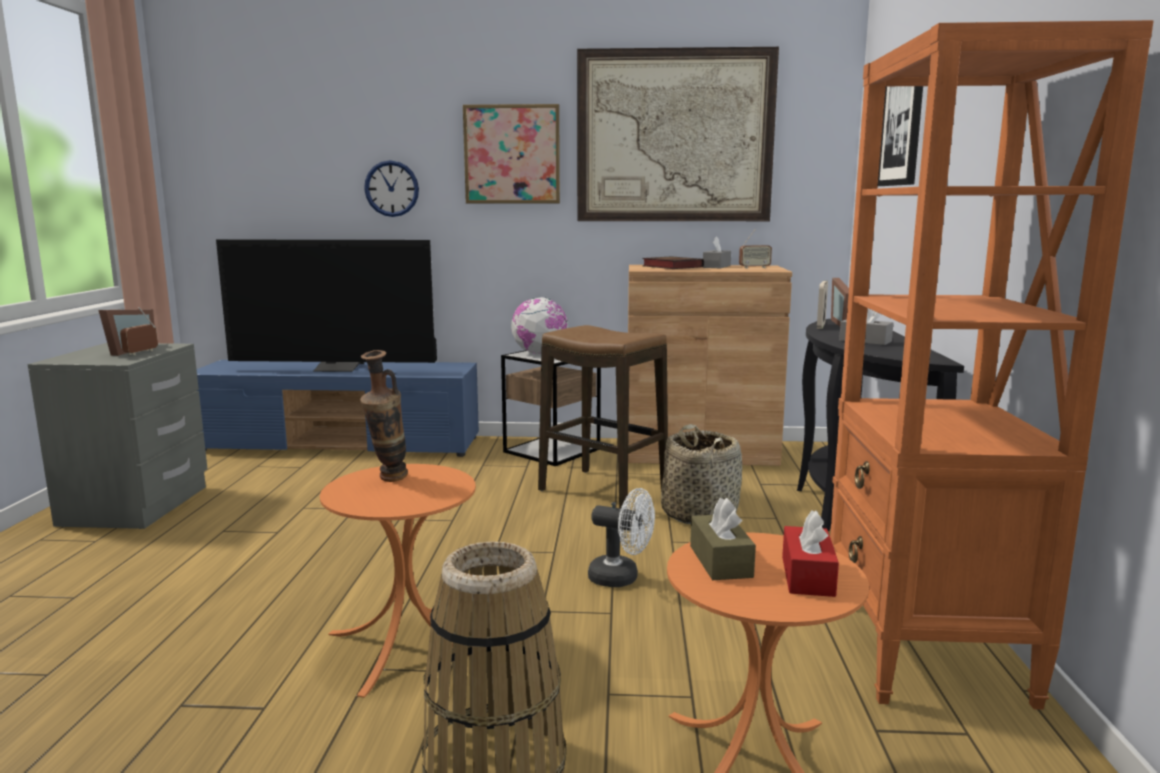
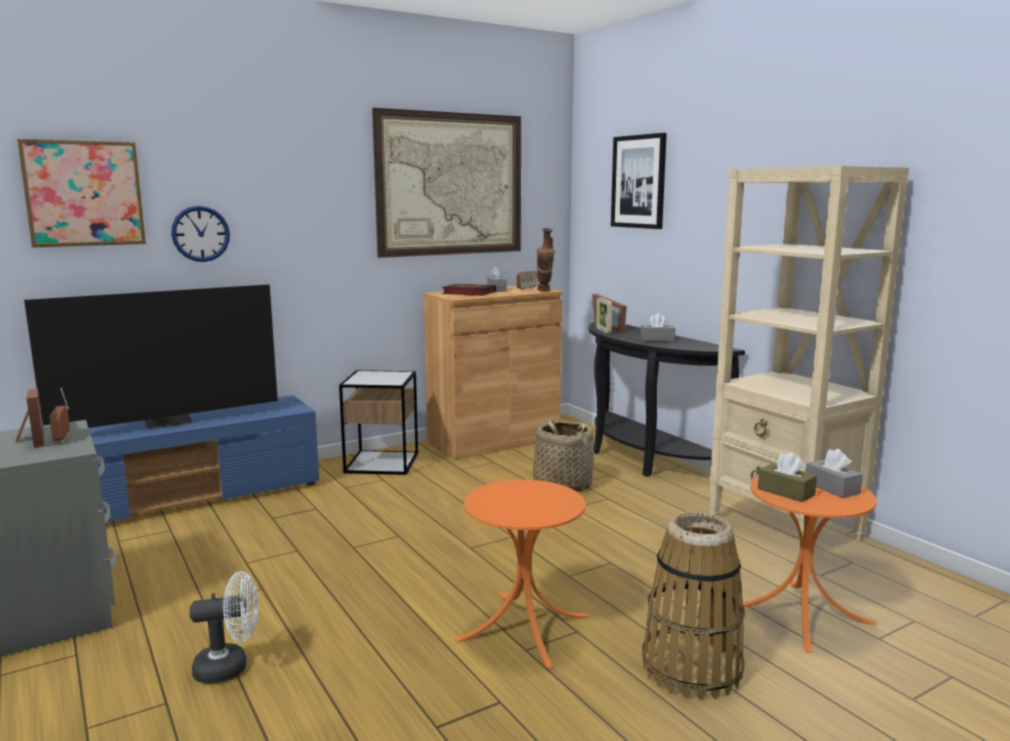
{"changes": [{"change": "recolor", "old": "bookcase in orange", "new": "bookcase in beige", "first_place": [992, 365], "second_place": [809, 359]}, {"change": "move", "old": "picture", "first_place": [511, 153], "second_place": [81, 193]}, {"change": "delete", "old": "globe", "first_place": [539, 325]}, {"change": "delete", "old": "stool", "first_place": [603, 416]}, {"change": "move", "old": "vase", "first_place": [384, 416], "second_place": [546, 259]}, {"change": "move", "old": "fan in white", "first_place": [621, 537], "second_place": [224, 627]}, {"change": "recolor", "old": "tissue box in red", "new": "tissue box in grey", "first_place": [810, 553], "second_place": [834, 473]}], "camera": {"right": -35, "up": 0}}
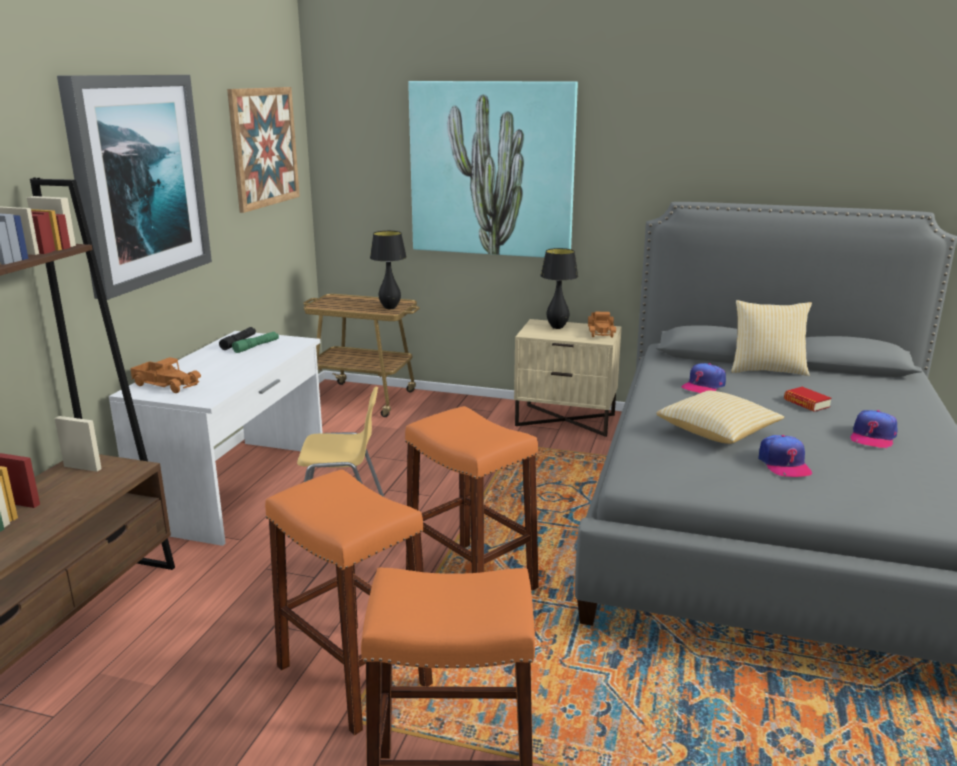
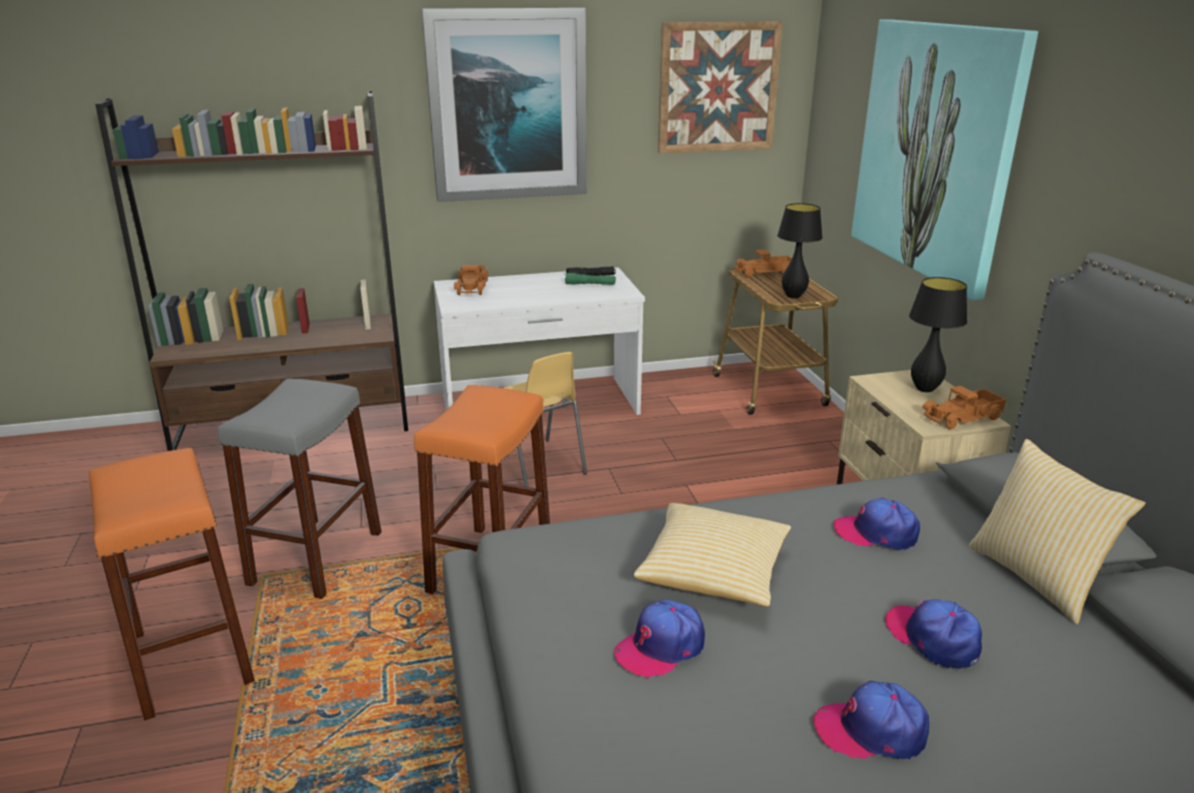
{"changes": [{"change": "replace", "old": "book", "new": "cap", "first_place": [808, 399], "second_place": [933, 634]}, {"change": "recolor", "old": "stool in orange", "new": "stool in grey", "first_place": [349, 602], "second_place": [299, 489]}, {"change": "insert", "new": "toy truck", "second_place": [763, 263]}], "camera": {"right": 60, "up": 5}}
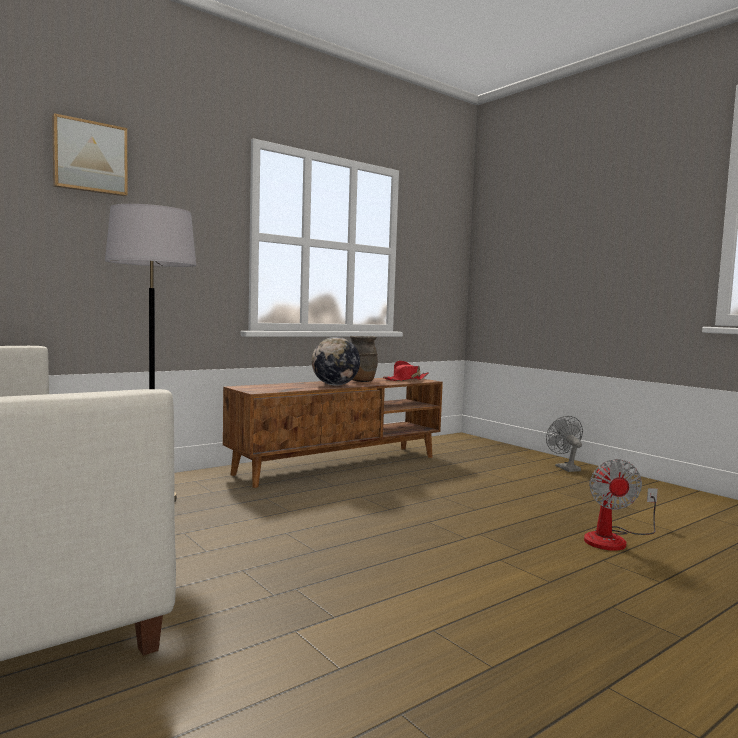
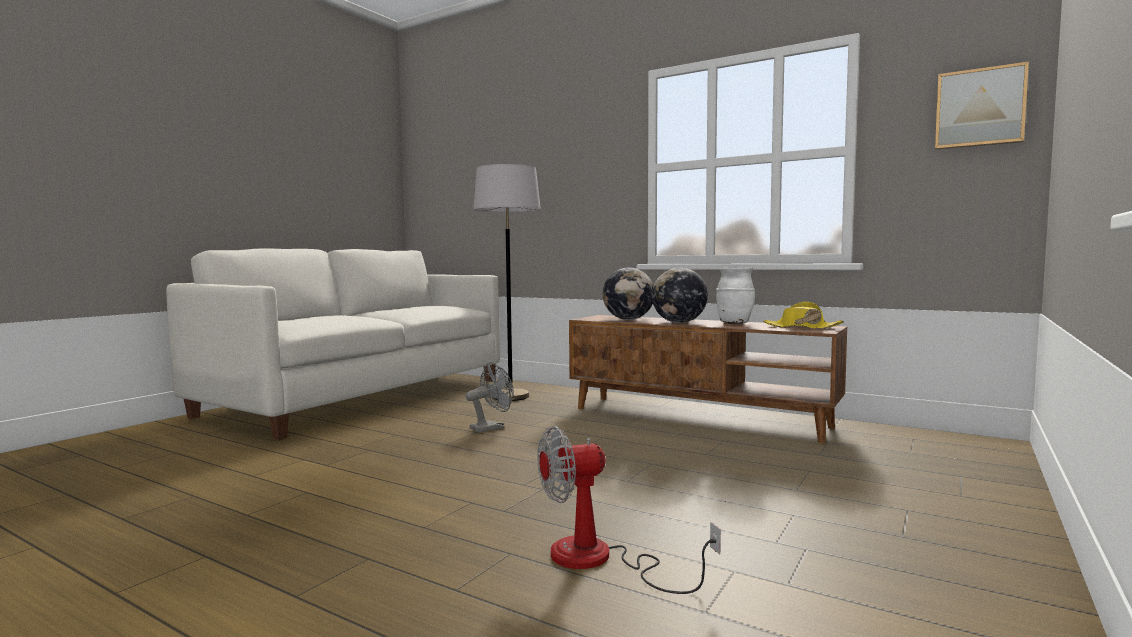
{"changes": [{"change": "move", "old": "picture", "first_place": [90, 154], "second_place": [982, 106]}, {"change": "recolor", "old": "vase in brown", "new": "vase in white", "first_place": [364, 359], "second_place": [735, 295]}, {"change": "recolor", "old": "hat in red", "new": "hat in yellow", "first_place": [406, 371], "second_place": [803, 315]}, {"change": "move", "old": "fan in grey", "first_place": [564, 444], "second_place": [489, 397]}, {"change": "insert", "new": "globe", "second_place": [628, 294]}], "camera": {"right": 70, "up": 0}}
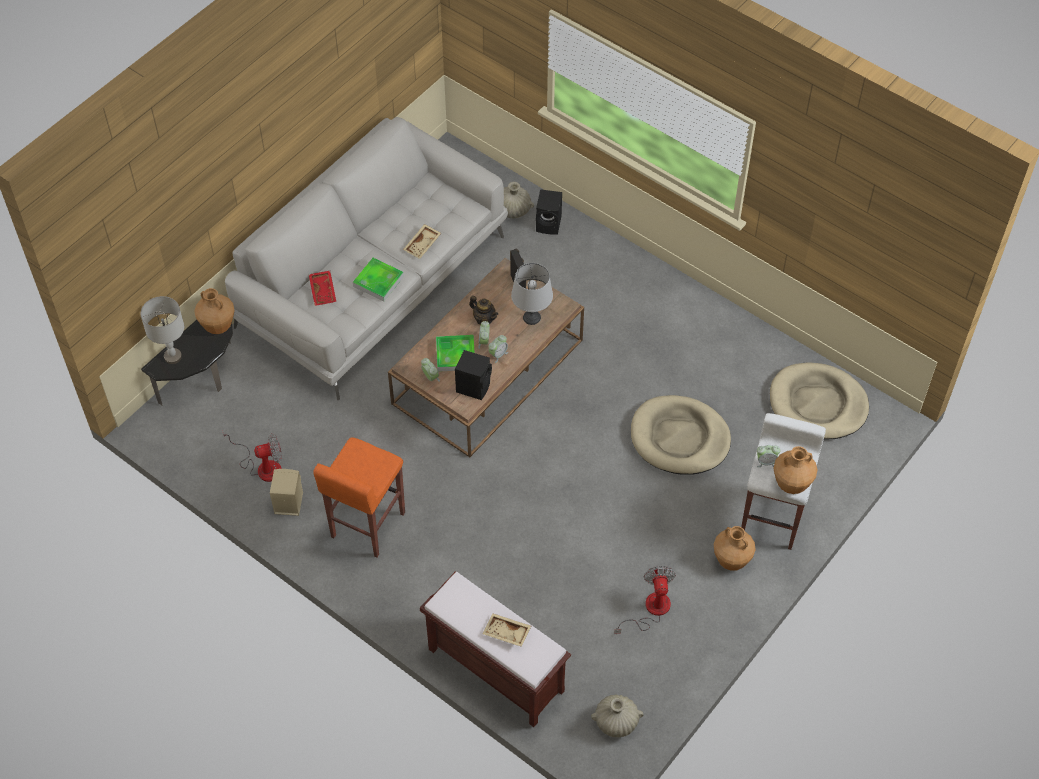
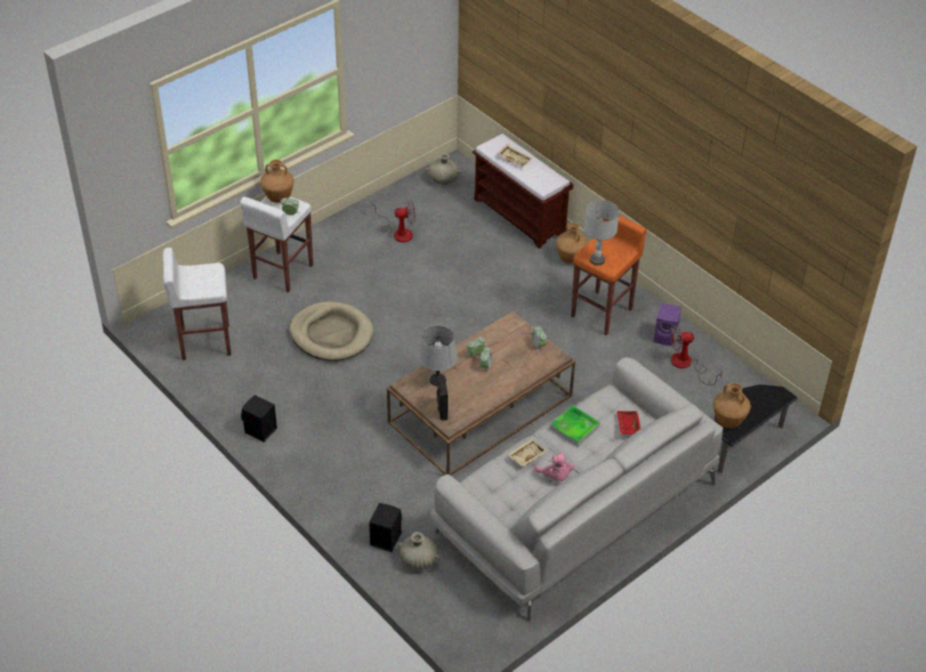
{"changes": [{"change": "move", "old": "table lamp in grey", "first_place": [162, 330], "second_place": [601, 232]}, {"change": "delete", "old": "teapot", "first_place": [483, 310]}, {"change": "delete", "old": "tray", "first_place": [455, 353]}, {"change": "move", "old": "speaker in black", "first_place": [473, 375], "second_place": [259, 418]}, {"change": "replace", "old": "dog bed in beige", "new": "stool in white", "first_place": [819, 401], "second_place": [197, 303]}, {"change": "recolor", "old": "speaker in beige", "new": "speaker in purple", "first_place": [286, 492], "second_place": [667, 324]}, {"change": "move", "old": "vase in brown", "first_place": [735, 548], "second_place": [572, 243]}, {"change": "rotate", "old": "fan", "first_place": [645, 600], "second_place": [393, 221], "degrees": -105}, {"change": "insert", "new": "plush toy in pink", "second_place": [554, 466]}], "camera": {"right": -170, "up": -10}}
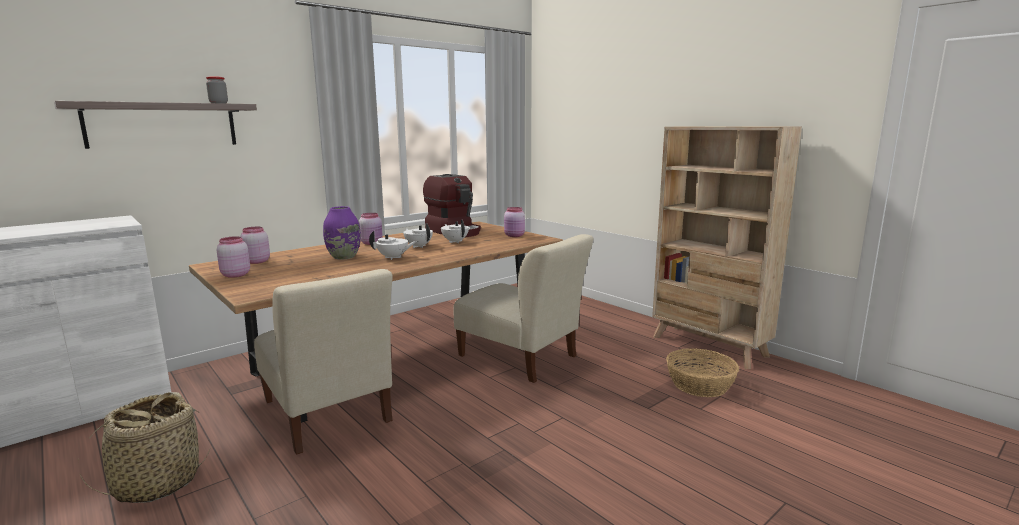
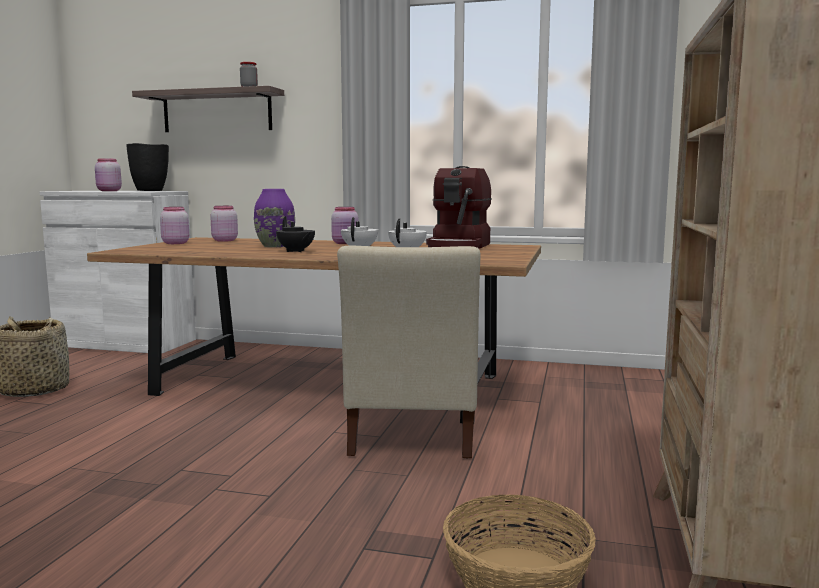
{"changes": [{"change": "move", "old": "jar in pink", "first_place": [514, 222], "second_place": [108, 174]}, {"change": "recolor", "old": "teapot in white", "new": "teapot in black", "first_place": [393, 245], "second_place": [295, 234]}, {"change": "delete", "old": "chair in beige", "first_place": [323, 362]}, {"change": "insert", "new": "vase in black", "second_place": [148, 167]}], "camera": {"right": 55, "up": -5}}
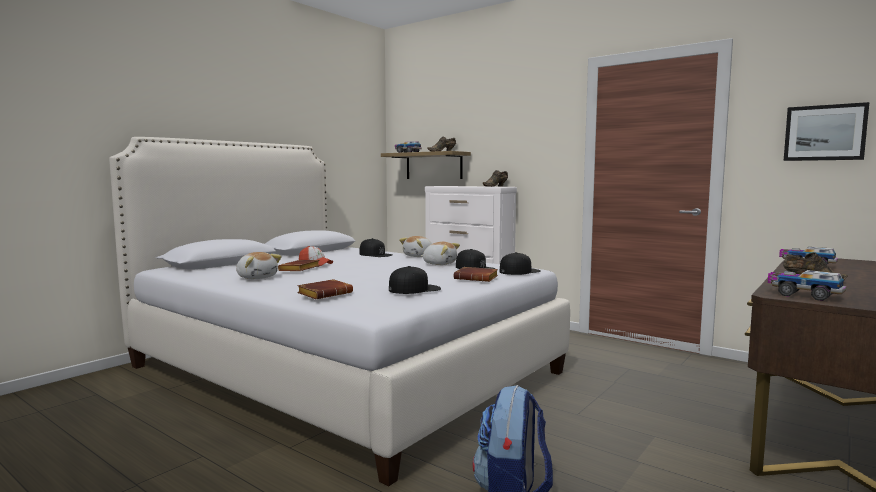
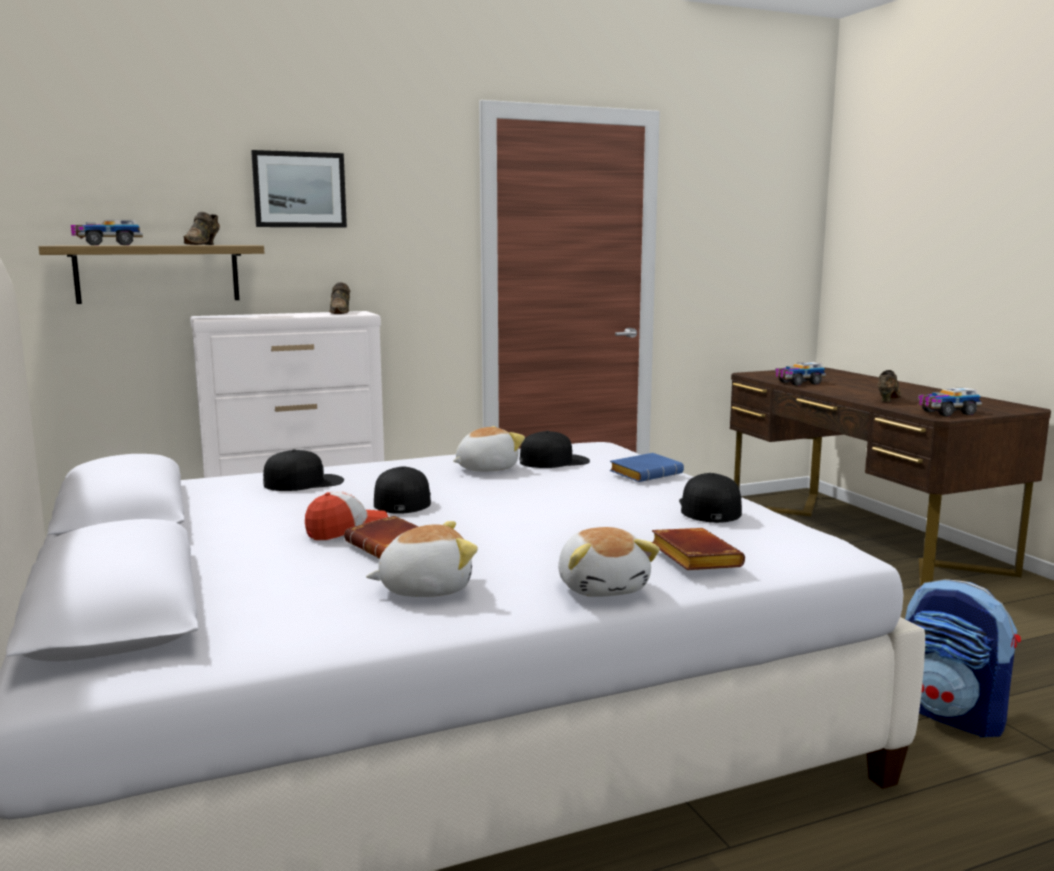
{"changes": [{"change": "move", "old": "picture", "first_place": [826, 131], "second_place": [299, 189]}, {"change": "move", "old": "plush toy", "first_place": [415, 246], "second_place": [609, 562]}, {"change": "move", "old": "cap in black", "first_place": [520, 263], "second_place": [402, 490]}, {"change": "recolor", "old": "book in brown", "new": "book in blue", "first_place": [476, 274], "second_place": [646, 467]}], "camera": {"right": -60, "up": 5}}
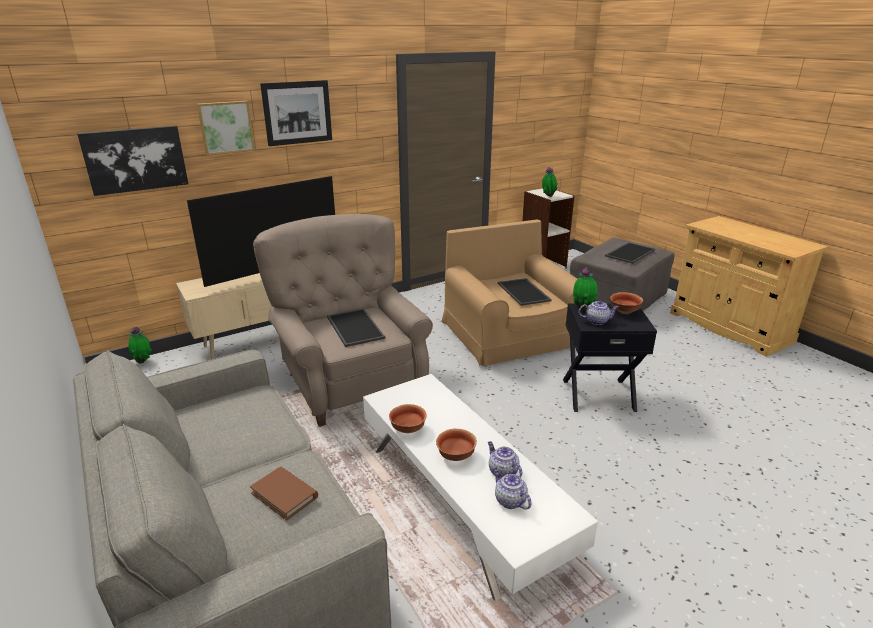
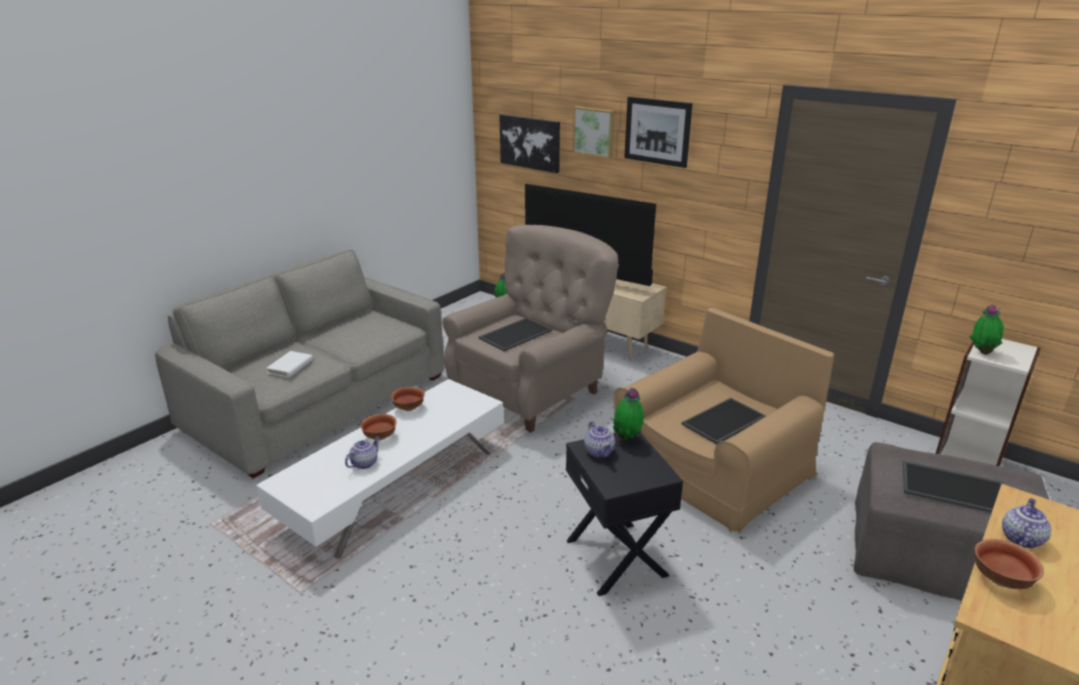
{"changes": [{"change": "move", "old": "bowl", "first_place": [626, 303], "second_place": [1009, 564]}, {"change": "recolor", "old": "book in brown", "new": "book in white", "first_place": [284, 493], "second_place": [289, 364]}, {"change": "move", "old": "teapot", "first_place": [512, 489], "second_place": [1026, 523]}], "camera": {"right": 70, "up": 0}}
